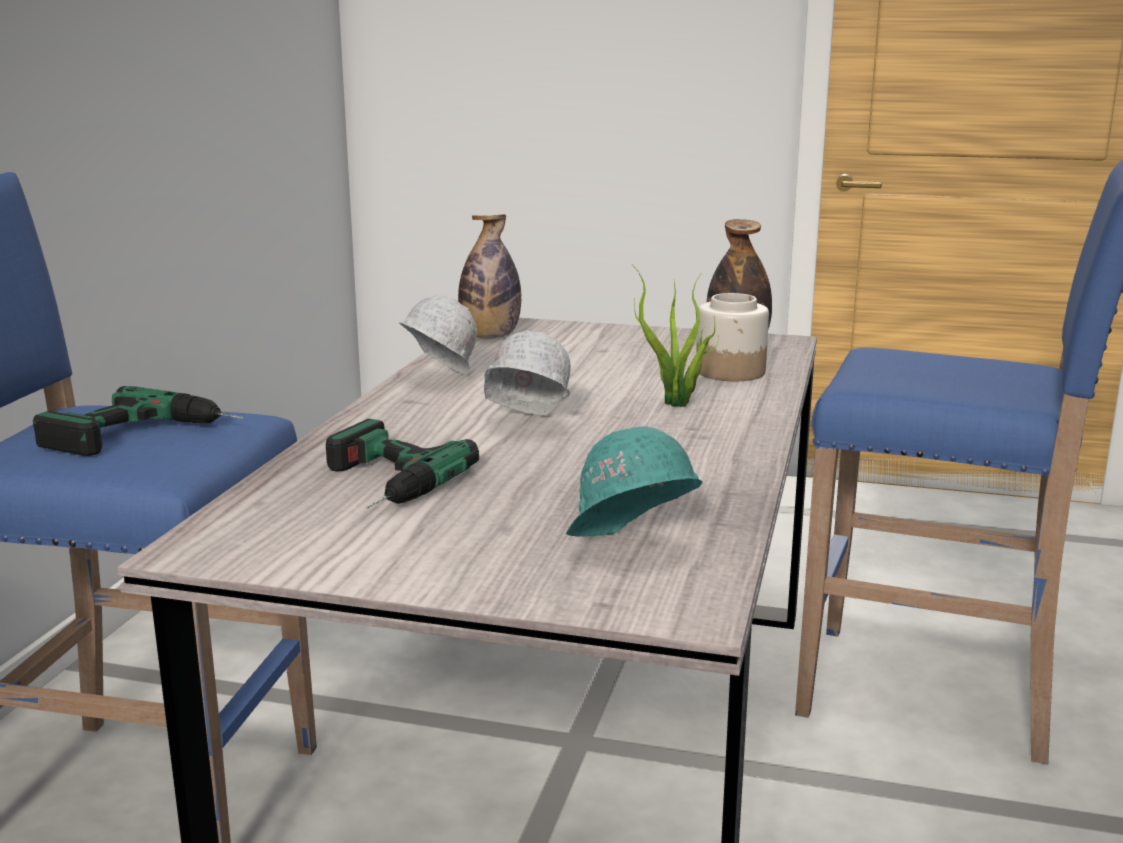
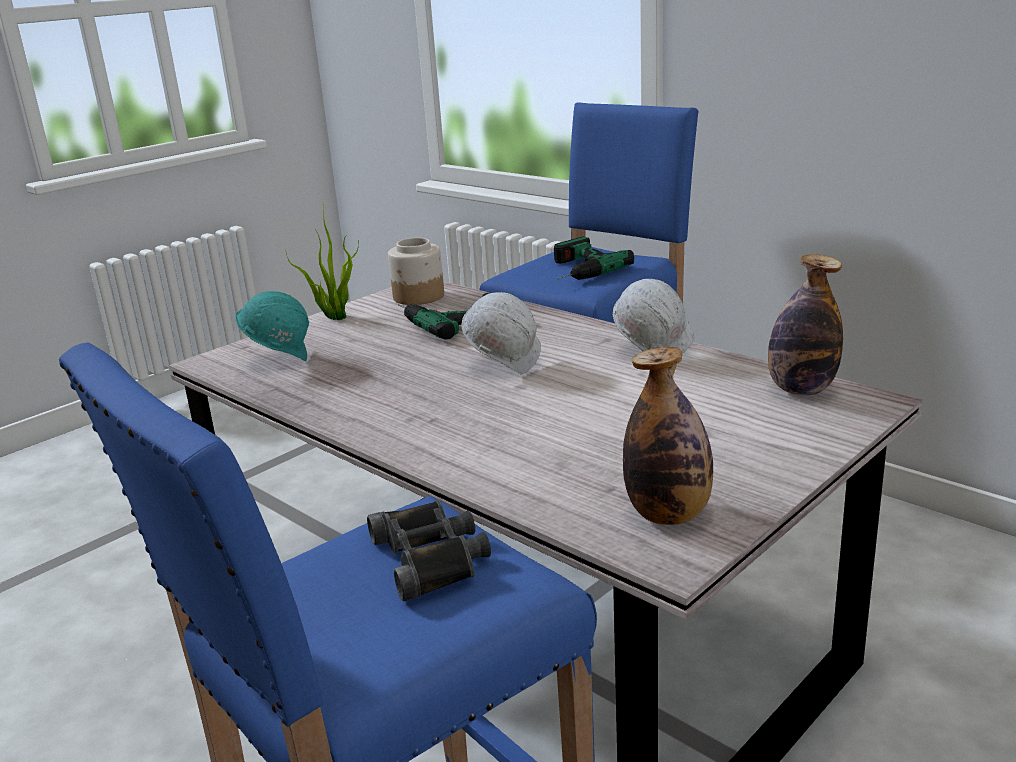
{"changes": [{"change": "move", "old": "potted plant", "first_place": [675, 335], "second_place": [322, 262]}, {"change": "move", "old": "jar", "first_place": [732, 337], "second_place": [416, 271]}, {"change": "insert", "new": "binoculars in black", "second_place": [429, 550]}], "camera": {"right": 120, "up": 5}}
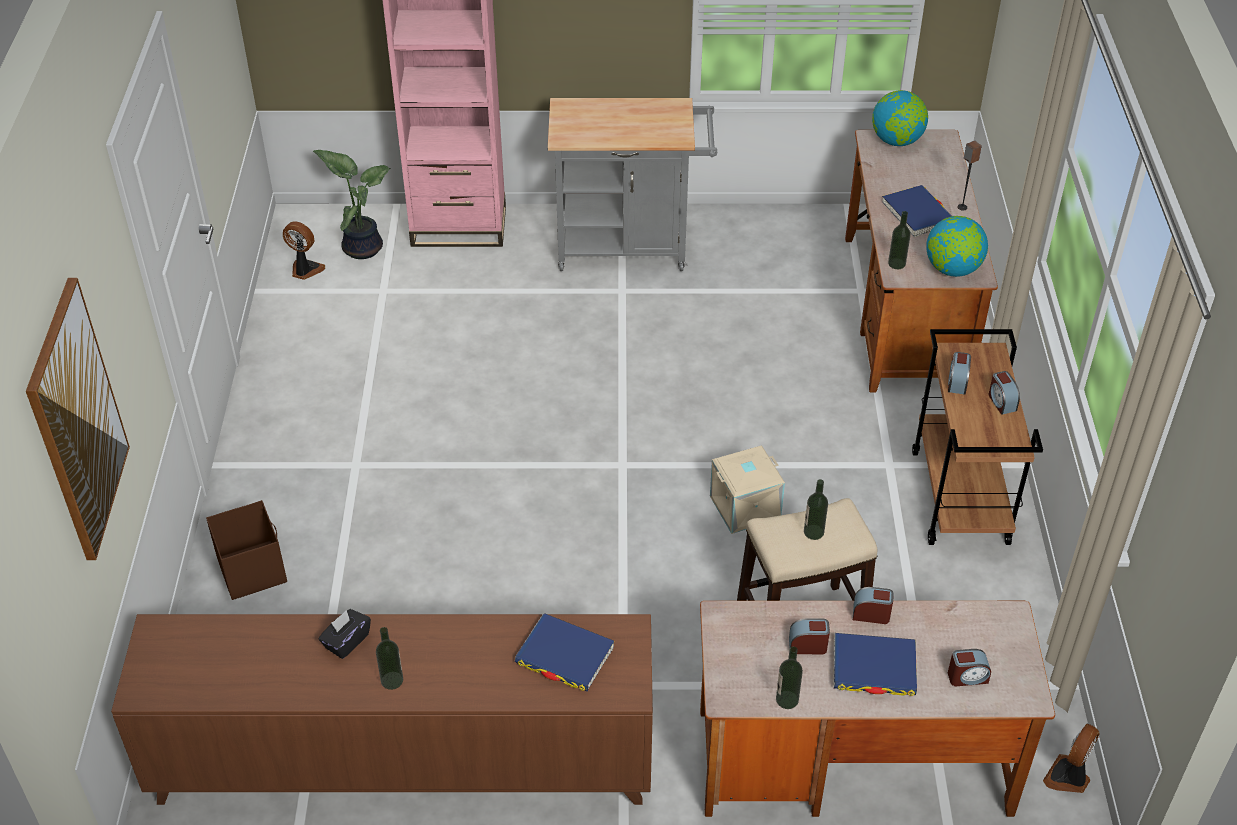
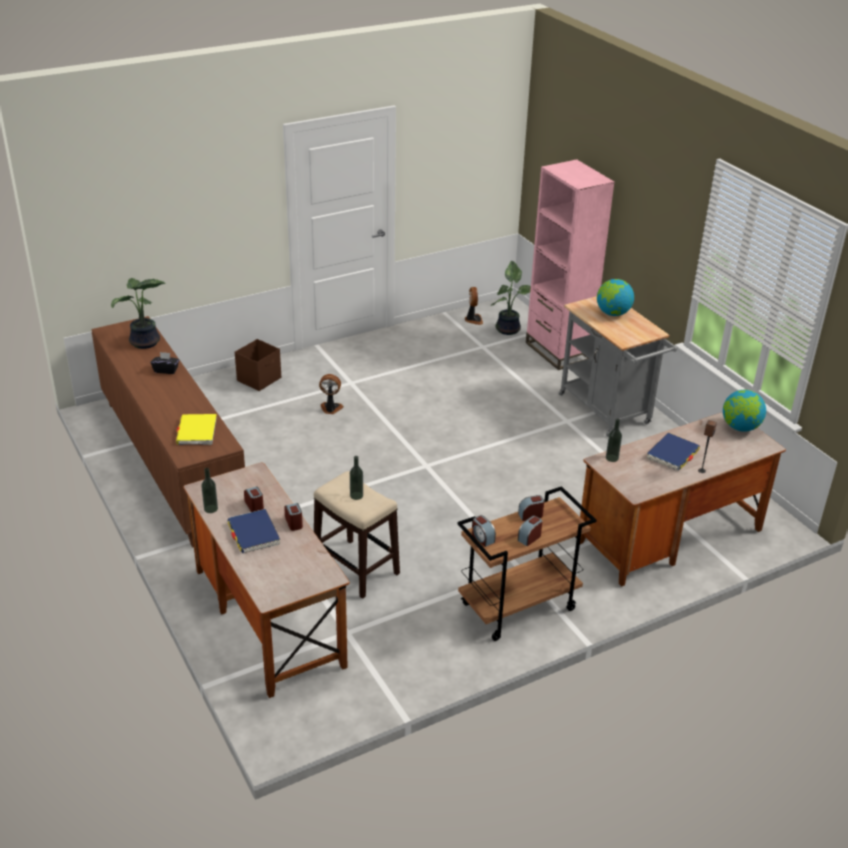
{"changes": [{"change": "move", "old": "globe", "first_place": [957, 246], "second_place": [615, 297]}, {"change": "delete", "old": "picture", "first_place": [78, 419]}, {"change": "delete", "old": "storage box in beige", "first_place": [747, 489]}, {"change": "recolor", "old": "book in blue", "new": "book in yellow", "first_place": [564, 652], "second_place": [196, 429]}, {"change": "delete", "old": "bottle", "first_place": [389, 658]}, {"change": "move", "old": "alarm clock", "first_place": [969, 667], "second_place": [484, 531]}, {"change": "move", "old": "fan", "first_place": [1071, 758], "second_place": [331, 394]}, {"change": "insert", "new": "potted plant", "second_place": [138, 313]}], "camera": {"right": 60, "up": -10}}
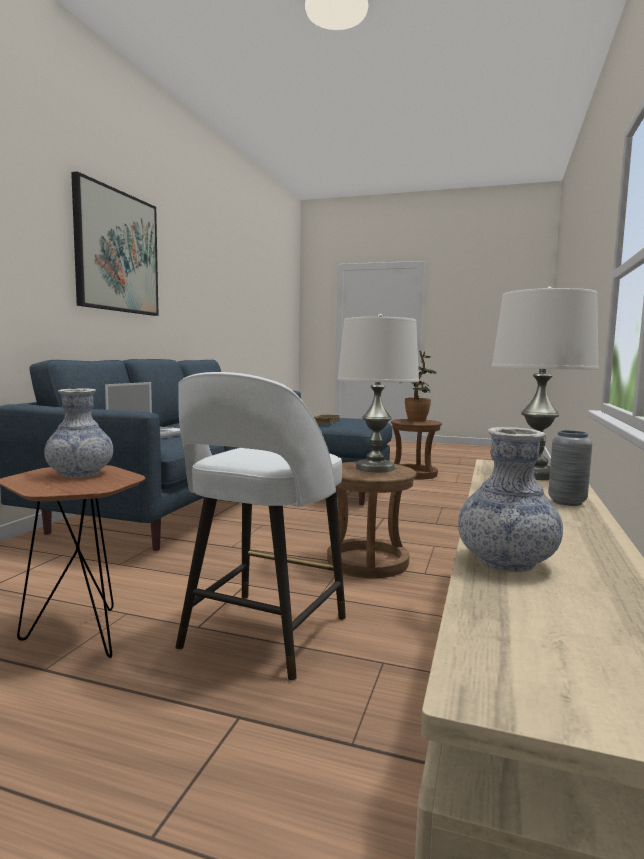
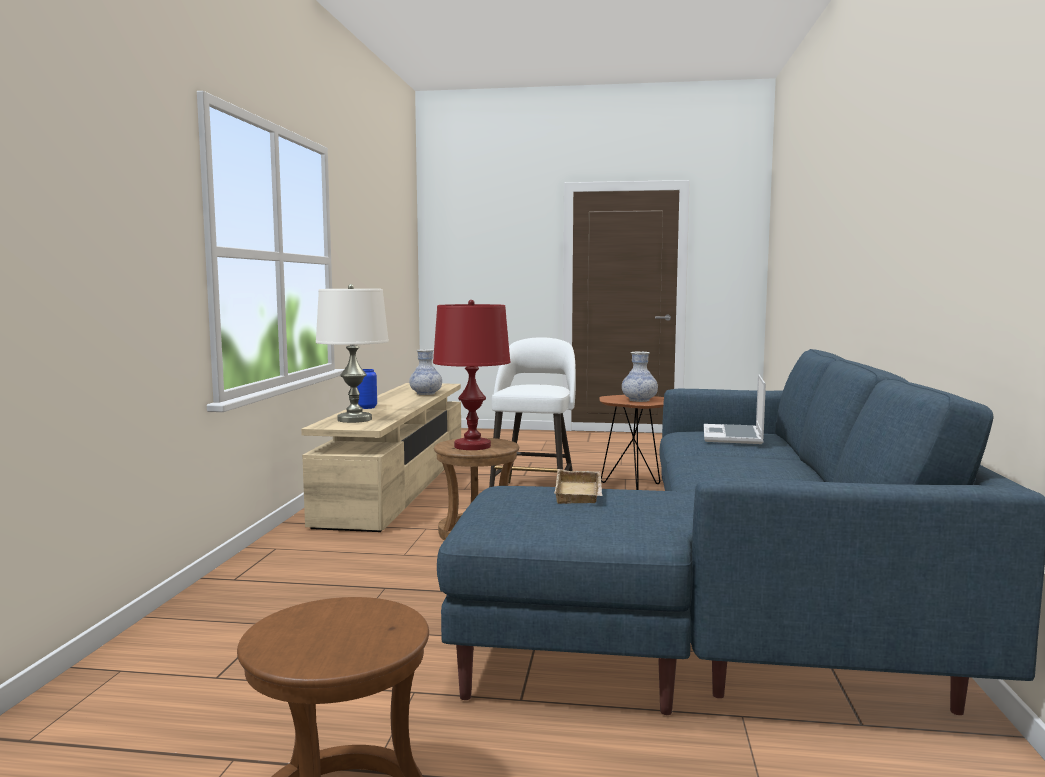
{"changes": [{"change": "delete", "old": "picture", "first_place": [115, 243]}, {"change": "recolor", "old": "table lamp in white", "new": "table lamp in red", "first_place": [378, 393], "second_place": [471, 375]}, {"change": "delete", "old": "potted plant", "first_place": [418, 386]}, {"change": "recolor", "old": "vase in grey", "new": "vase in blue", "first_place": [570, 468], "second_place": [367, 389]}], "camera": {"right": 170, "up": 0}}
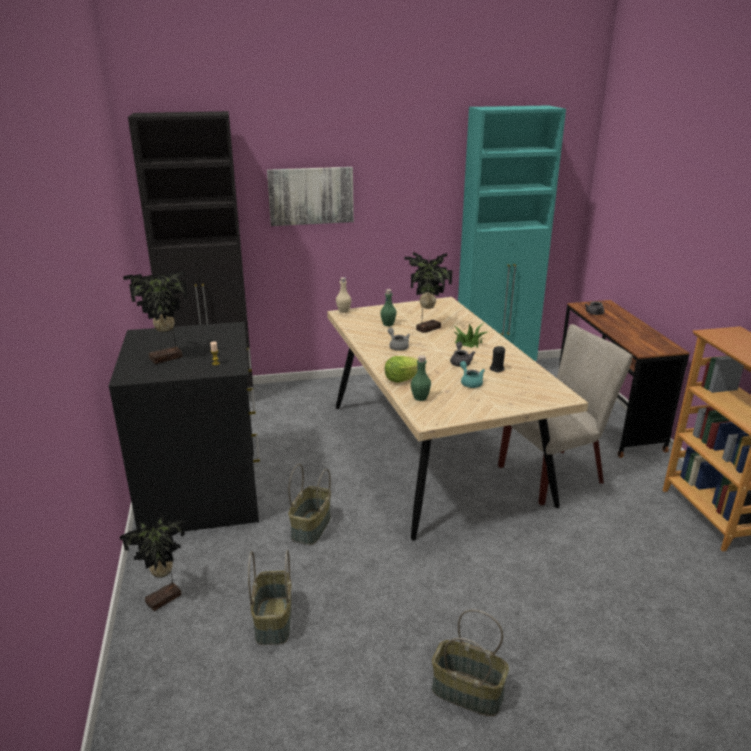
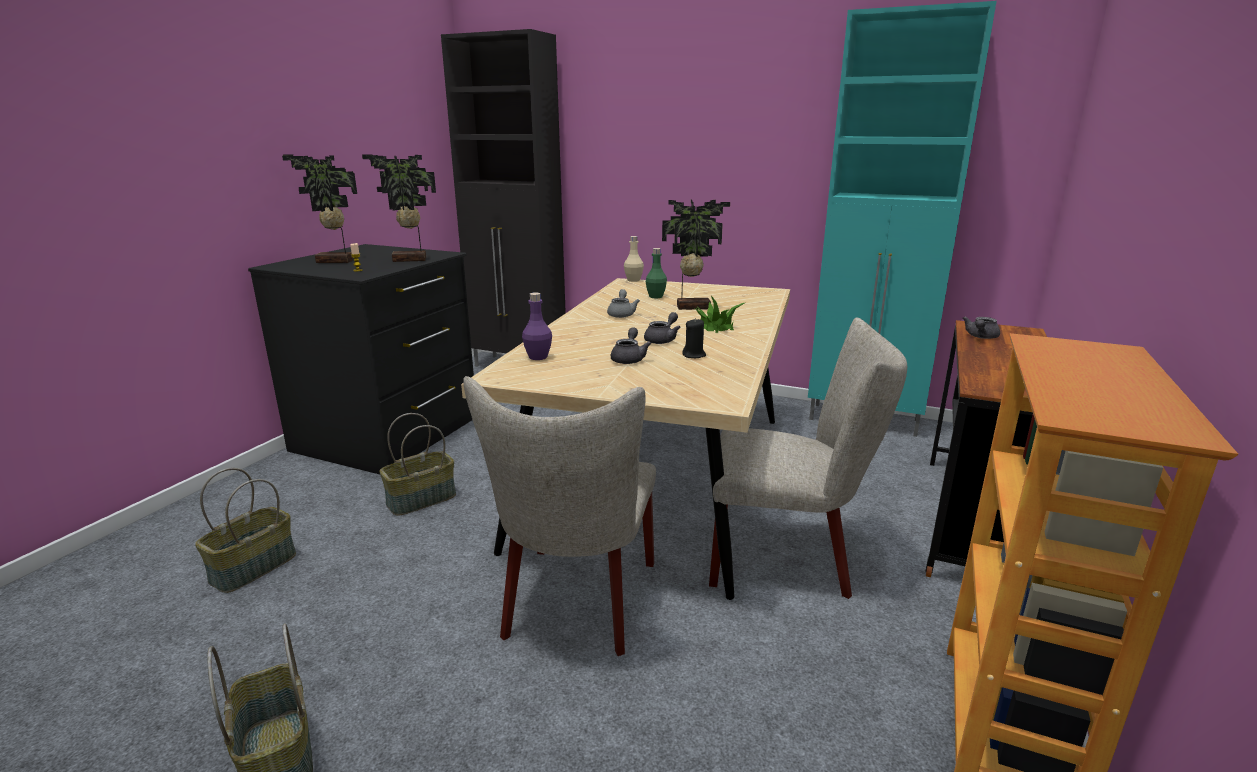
{"changes": [{"change": "delete", "old": "picture", "first_place": [310, 196]}, {"change": "recolor", "old": "bottle in green", "new": "bottle in purple", "first_place": [421, 378], "second_place": [537, 326]}, {"change": "delete", "old": "lettuce", "first_place": [405, 369]}, {"change": "recolor", "old": "teapot in turquoise", "new": "teapot in grey", "first_place": [472, 374], "second_place": [631, 345]}, {"change": "move", "old": "potted plant", "first_place": [153, 562], "second_place": [399, 208]}, {"change": "insert", "new": "chair in beige", "second_place": [559, 516]}], "camera": {"right": 35, "up": -5}}
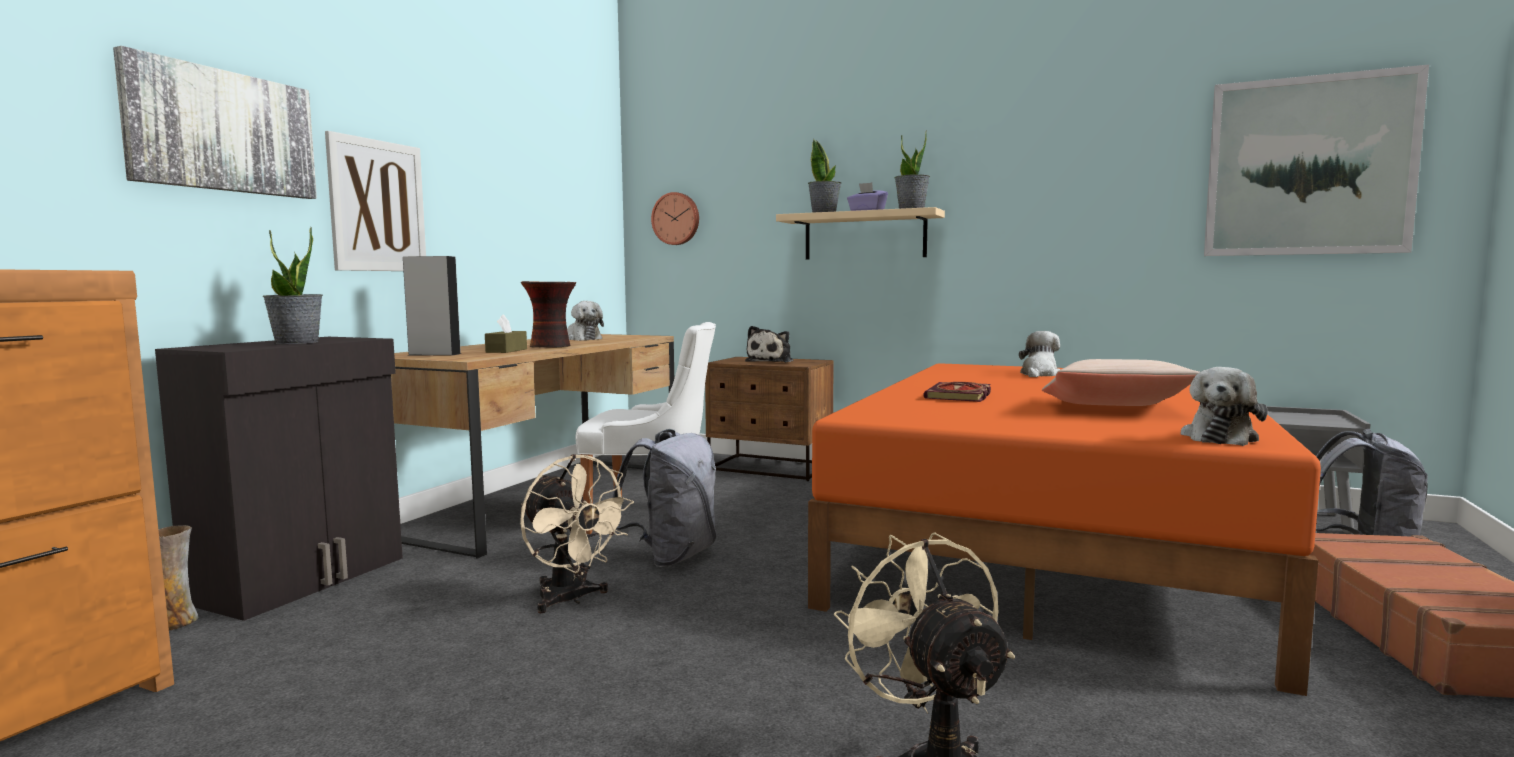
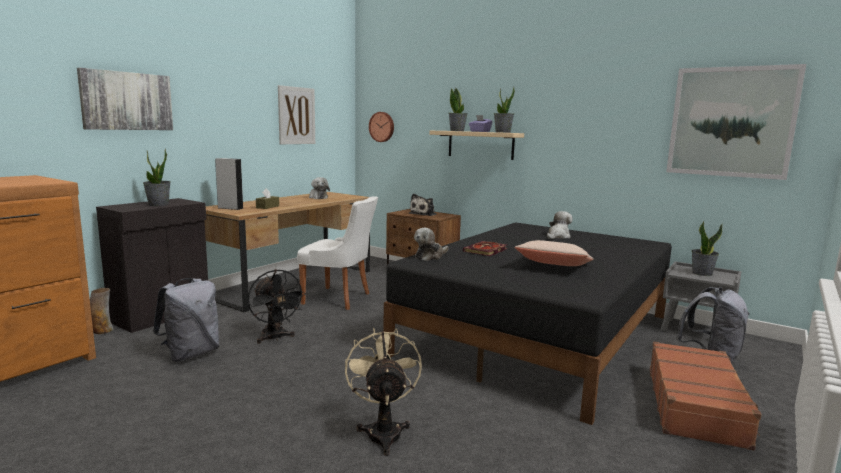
{"changes": [{"change": "move", "old": "picture", "first_place": [375, 201], "second_place": [296, 114]}, {"change": "delete", "old": "vase", "first_place": [548, 314]}, {"change": "recolor", "old": "bed in orange", "new": "bed in black", "first_place": [1064, 529], "second_place": [527, 323]}, {"change": "move", "old": "plush toy", "first_place": [1224, 406], "second_place": [431, 244]}, {"change": "move", "old": "backpack in grey", "first_place": [665, 498], "second_place": [186, 320]}, {"change": "recolor", "old": "fan in beige", "new": "fan in black", "first_place": [577, 533], "second_place": [276, 306]}, {"change": "insert", "new": "potted plant", "second_place": [707, 248]}], "camera": {"right": 10, "up": 5}}
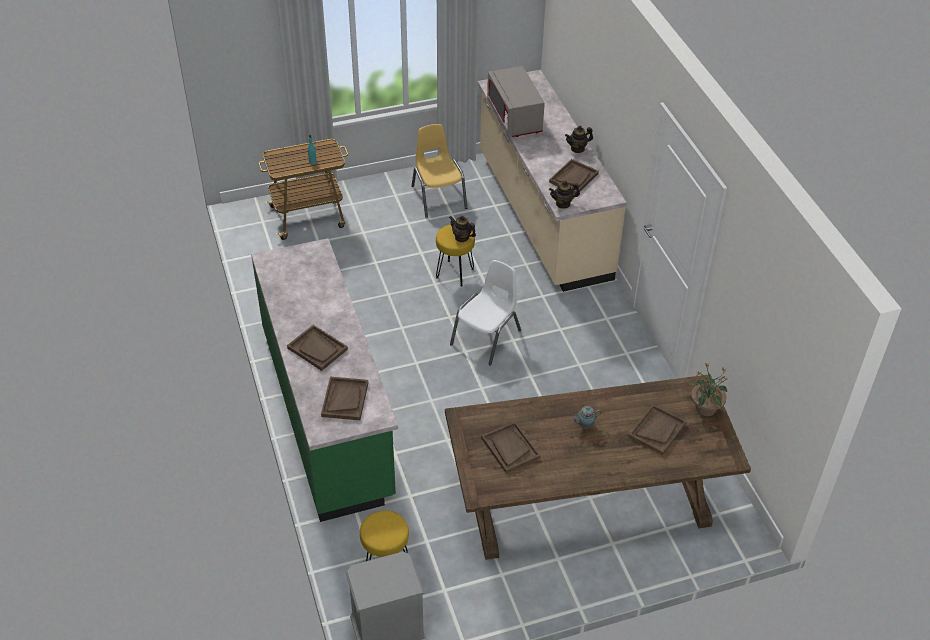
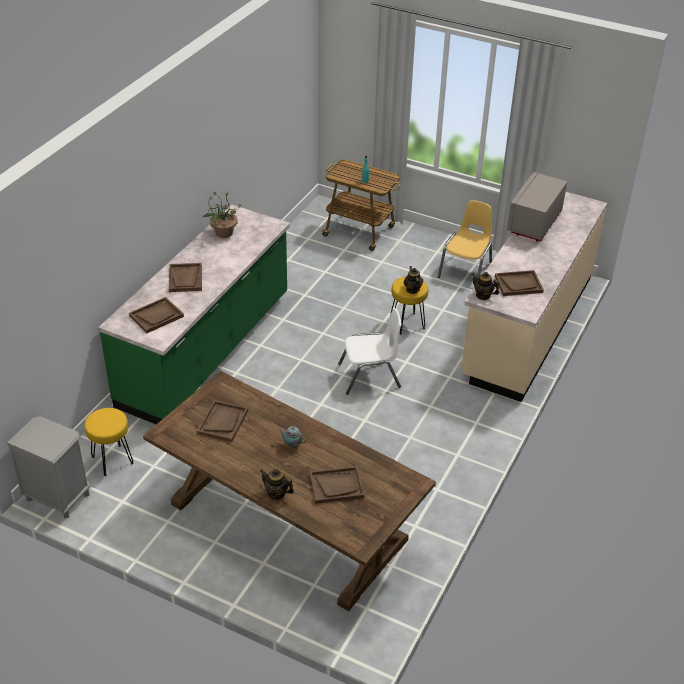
{"changes": [{"change": "move", "old": "teapot", "first_place": [579, 139], "second_place": [277, 484]}, {"change": "move", "old": "potted plant", "first_place": [708, 389], "second_place": [222, 214]}], "camera": {"right": 45, "up": -5}}
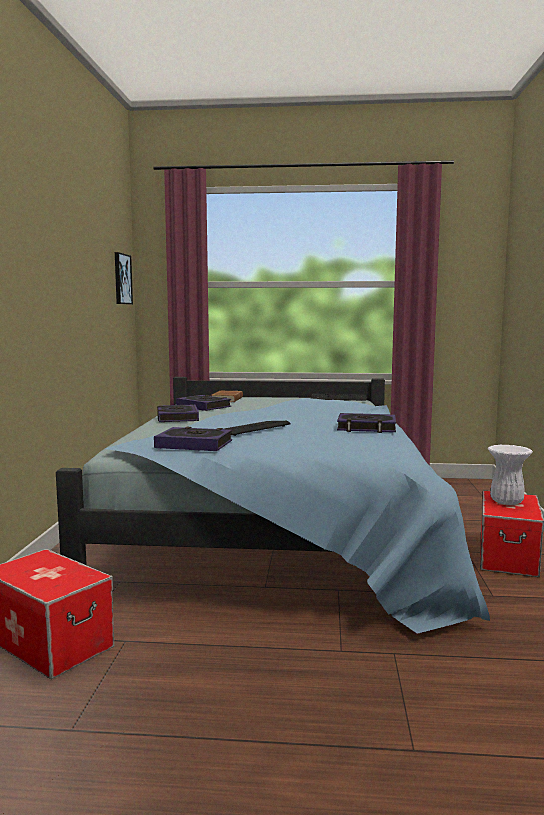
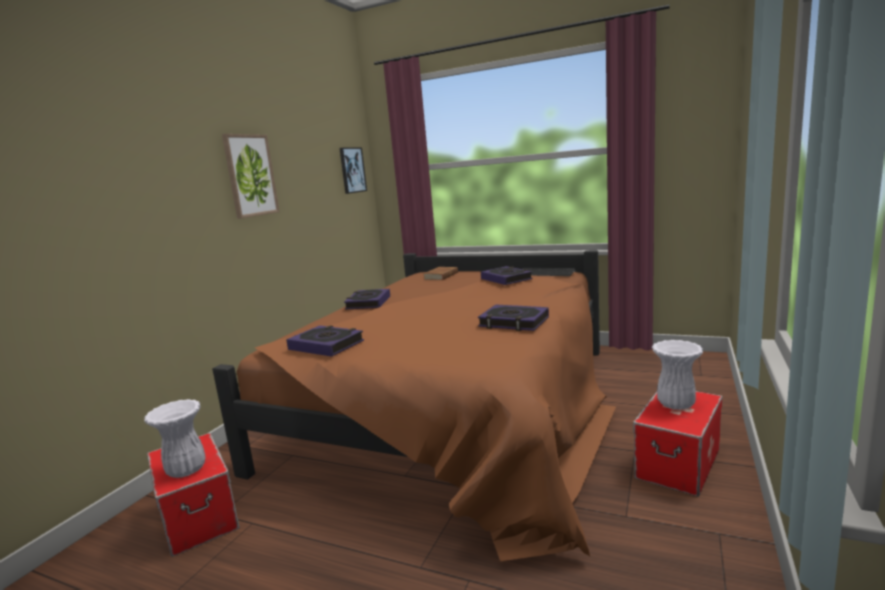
{"changes": [{"change": "recolor", "old": "bed in blue", "new": "bed in brown", "first_place": [273, 505], "second_place": [414, 405]}, {"change": "move", "old": "book", "first_place": [203, 403], "second_place": [507, 275]}, {"change": "delete", "old": "keyboard", "first_place": [257, 428]}, {"change": "insert", "new": "picture", "second_place": [250, 176]}, {"change": "insert", "new": "vase in white", "second_place": [175, 438]}], "camera": {"right": 20, "up": 5}}
